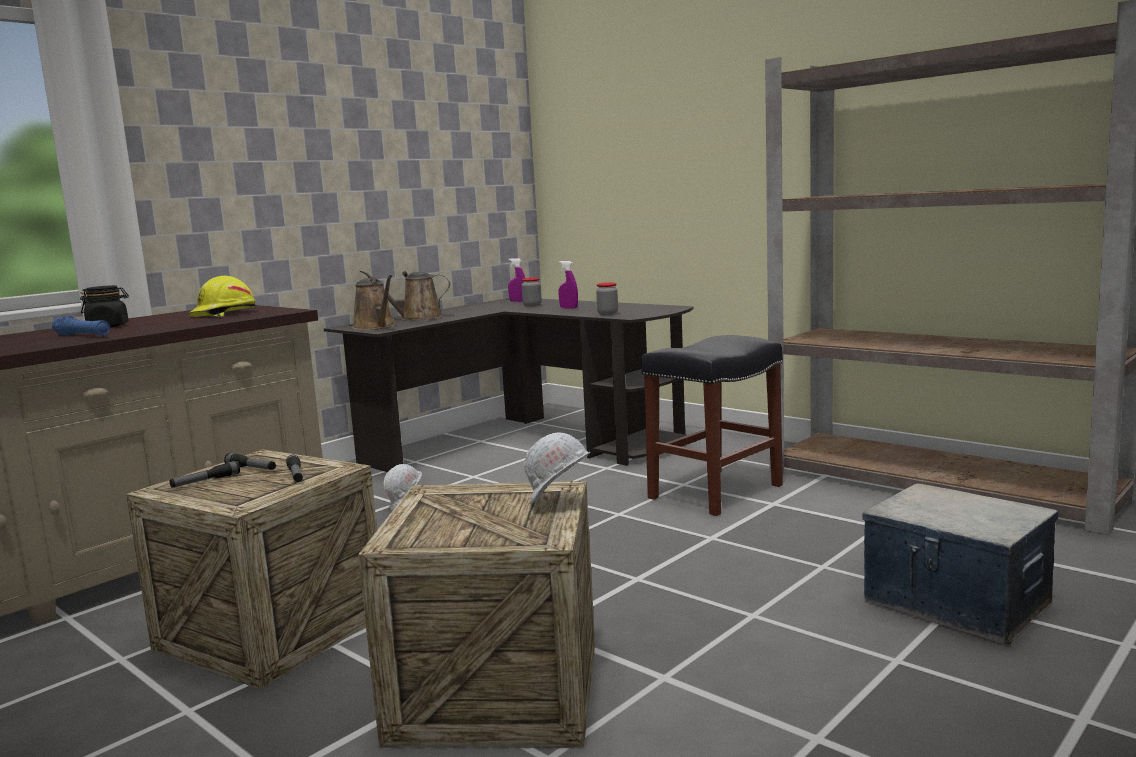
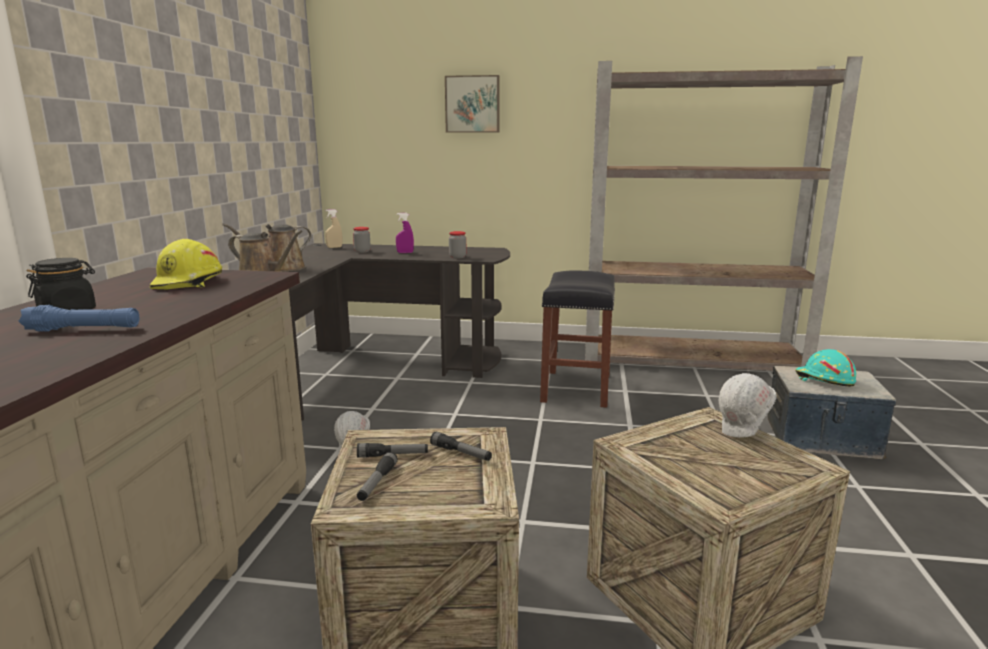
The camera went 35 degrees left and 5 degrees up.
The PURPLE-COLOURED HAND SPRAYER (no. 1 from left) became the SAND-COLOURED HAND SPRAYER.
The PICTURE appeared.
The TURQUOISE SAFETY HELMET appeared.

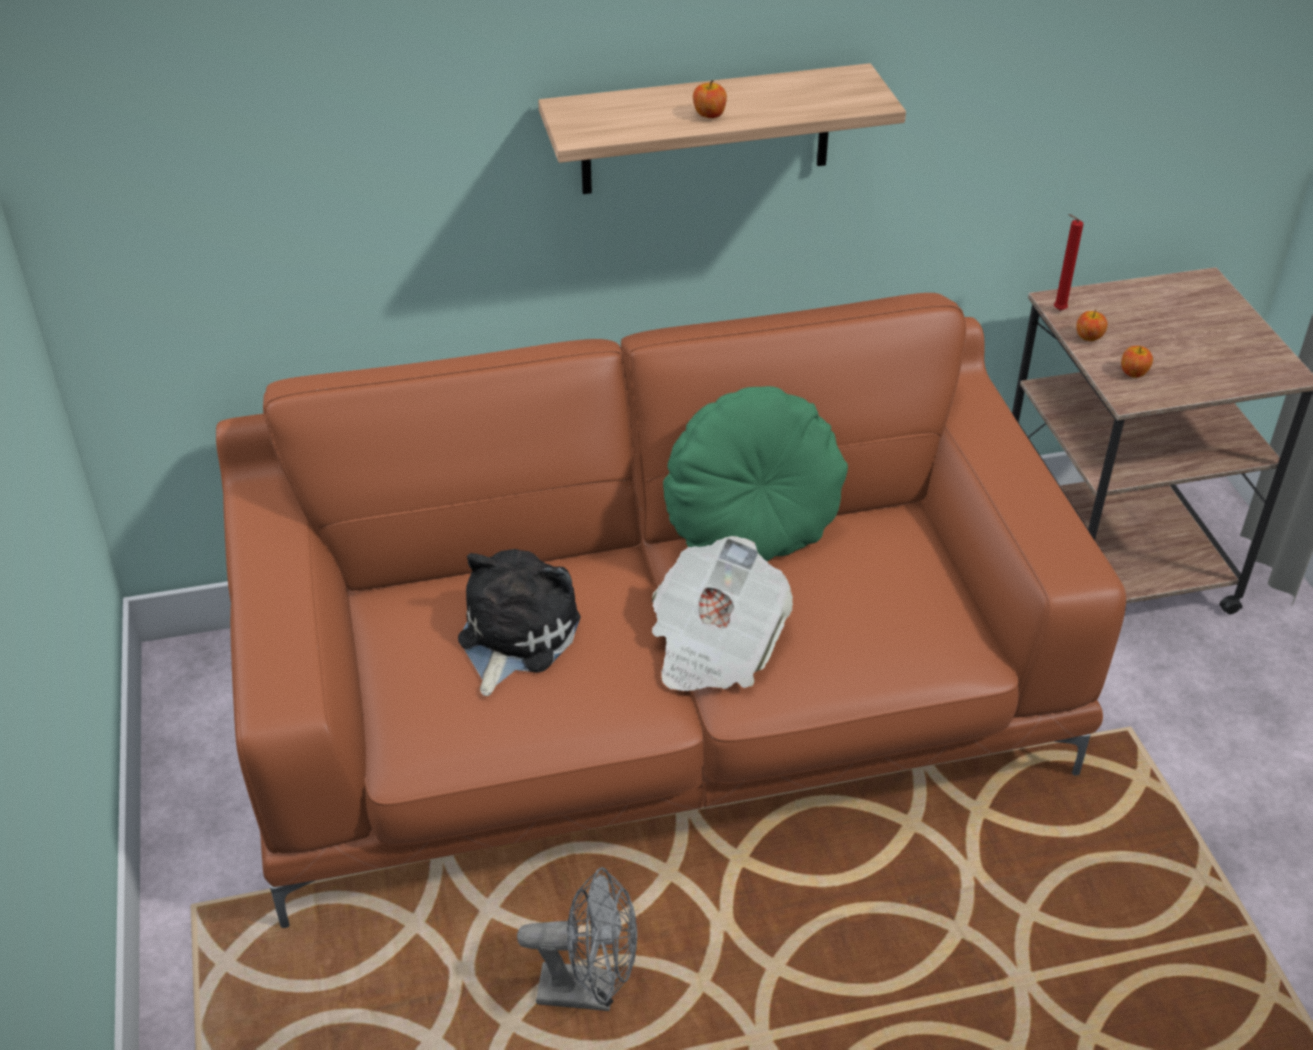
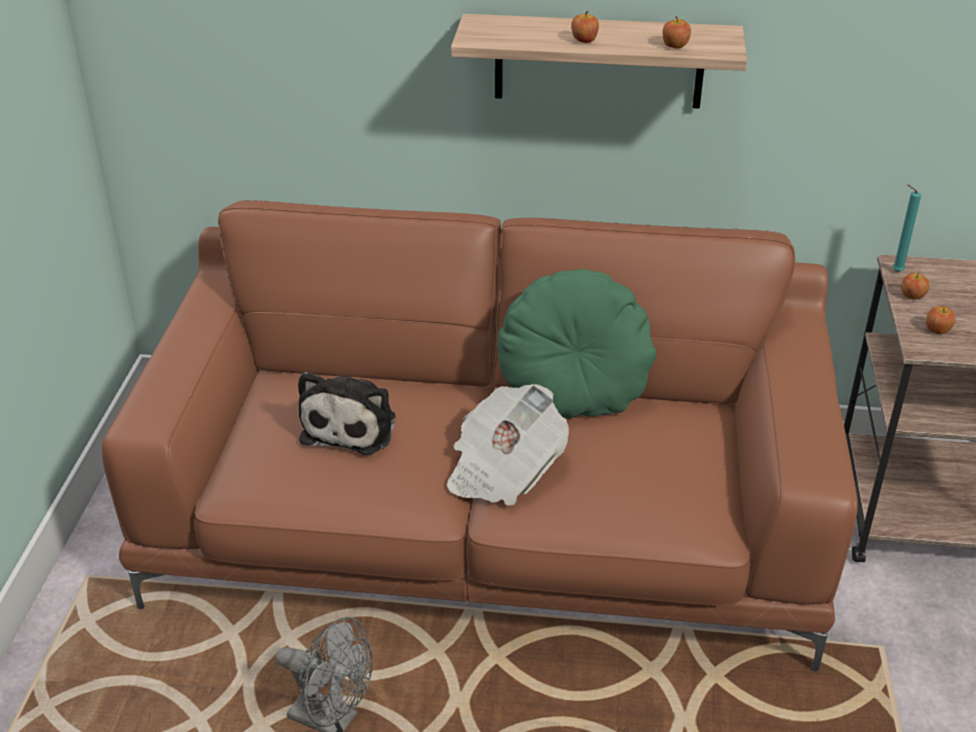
The camera went 20 degrees right and 5 degrees down.
The RED-COLOURED WAX CANDLE became the TURQUOISE WAX CANDLE.
The CUDDLY TOY turned 150 degrees clockwise.
The WHOLE APPLE (no. 2 from left) appeared.

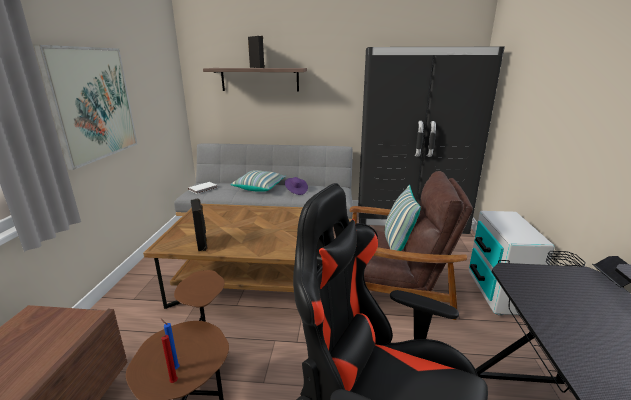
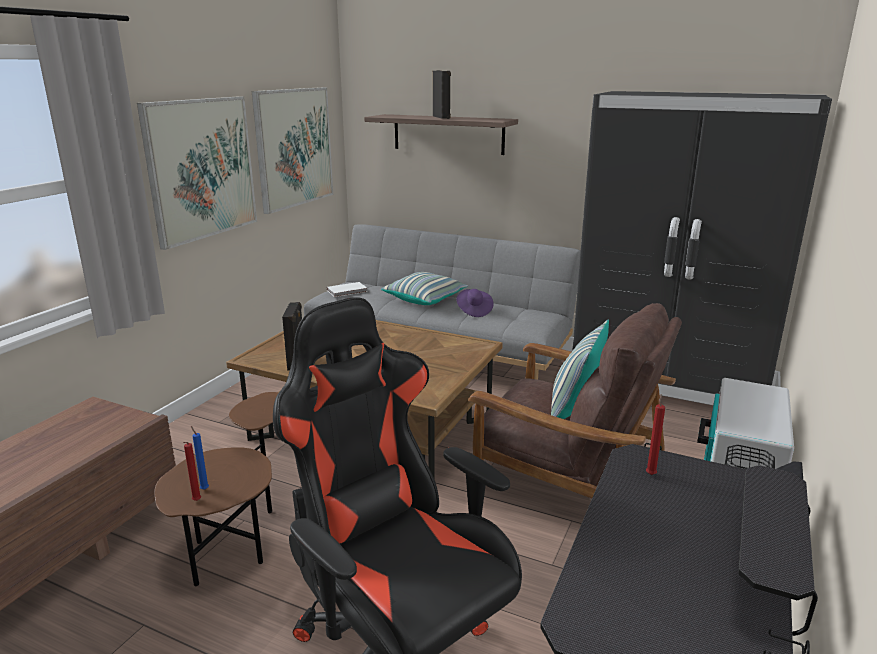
The camera went 20 degrees right and 0 degrees up.
The PICTURE (no. 2 from left) appeared.
The RED-COLOURED WAX CANDLE (no. 2 from left) appeared.

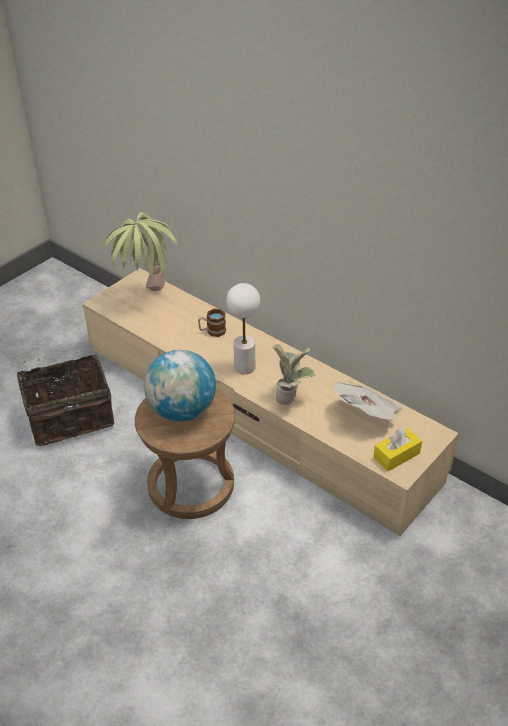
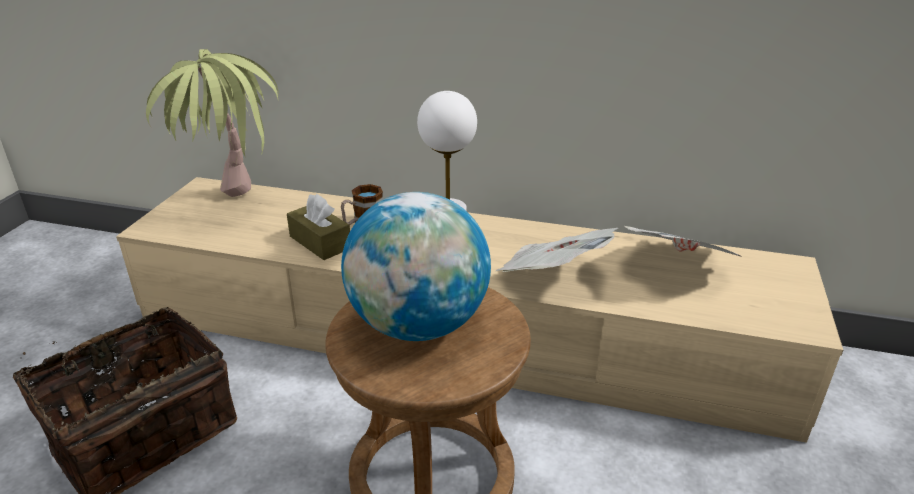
The camera went 25 degrees left and 10 degrees down.
The PLANT IN A POT (no. 2 from left) was replaced by the DAILY PAPER (no. 1 from left).
The YELLOW BOX OF TISSUES disappeared.
The BROWNISH BOX OF TISSUES appeared.

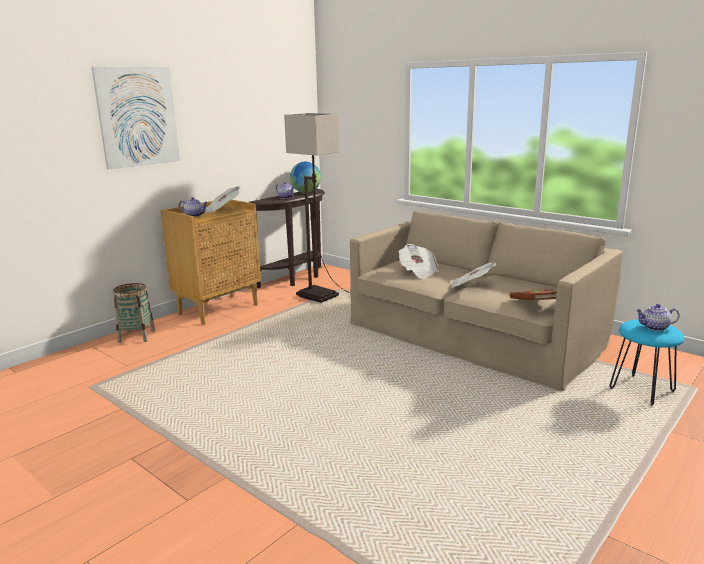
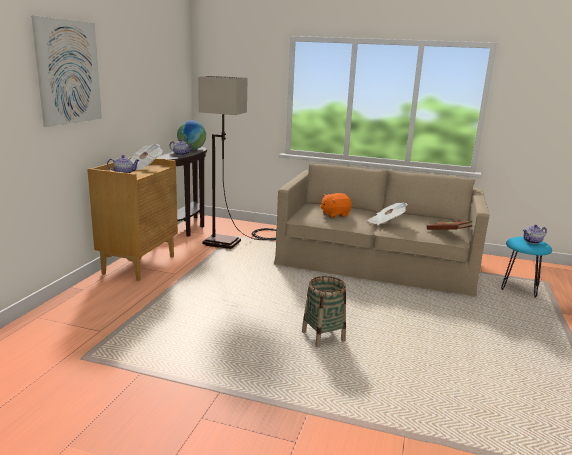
The camera went 25 degrees left and 0 degrees up.
The DAILY PAPER (no. 2 from left) was replaced by the ORANGE CUDDLY TOY.
The BASKET moved.

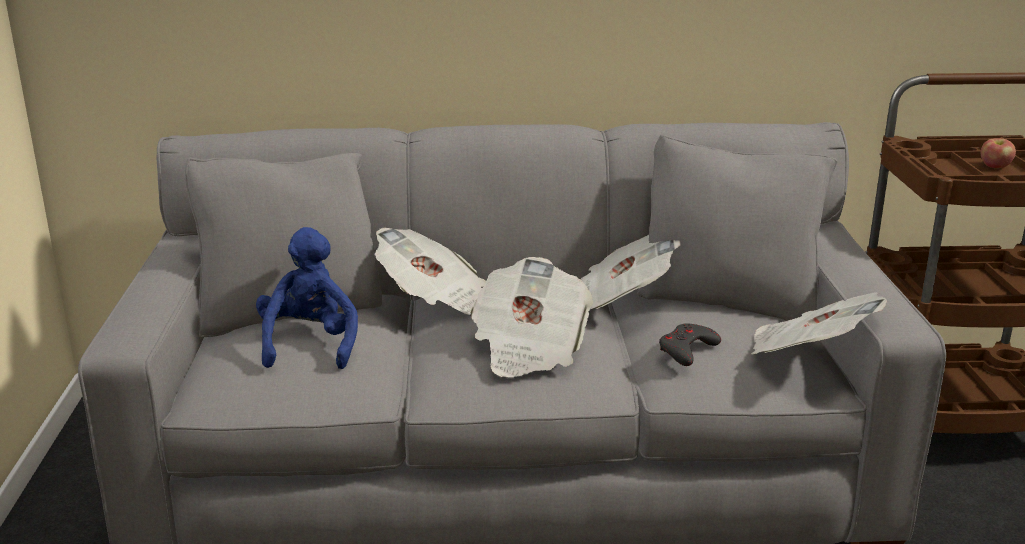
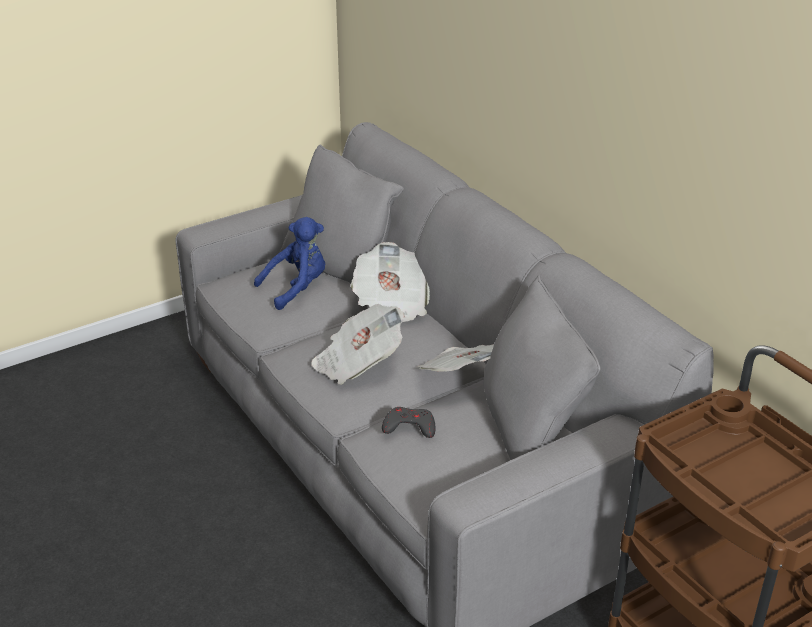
The camera went 60 degrees right and 10 degrees up.
The WHOLE APPLE disappeared.
The DAILY PAPER (no. 4 from left) disappeared.

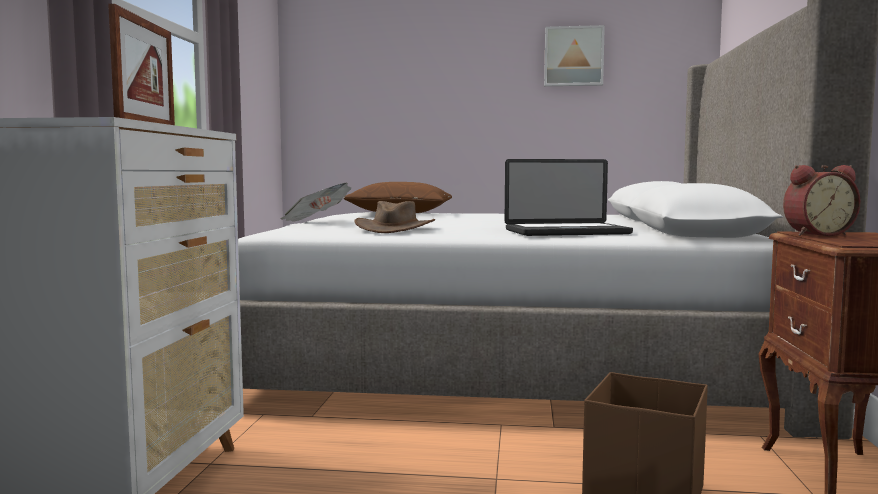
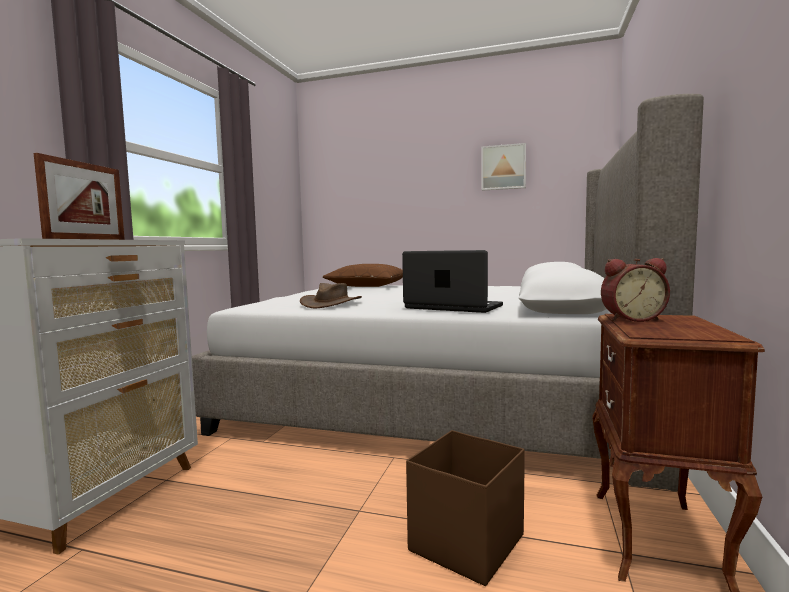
The camera went 10 degrees right and 0 degrees up.
The LAPTOP turned 150 degrees counterclockwise.
The DAILY PAPER disappeared.

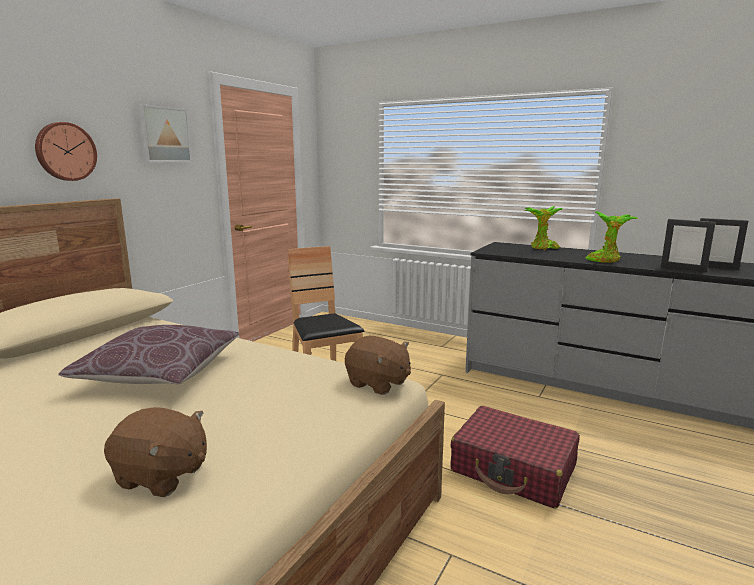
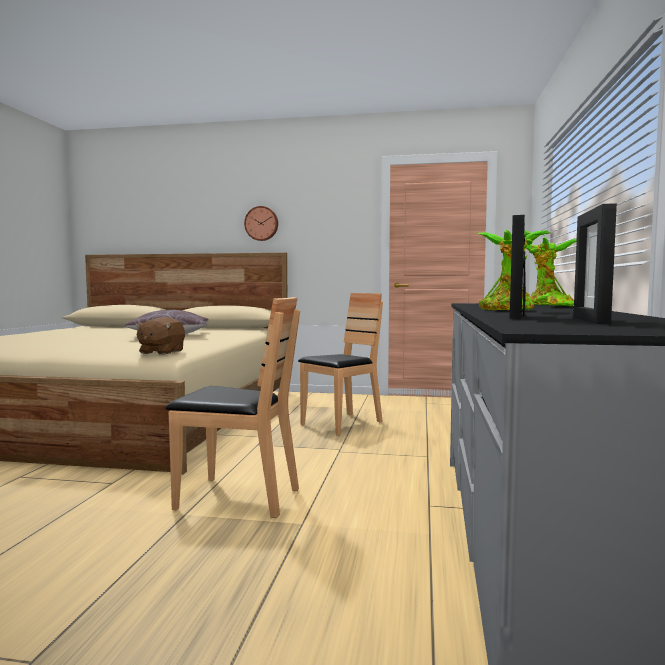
The camera went 70 degrees right and 10 degrees down.
The PICTURE disappeared.
The RED-COLOURED PIECE OF LUGGAGE was replaced by the BROWNISH PLAIN CHAIR (no. 1 from left).
The BROWNISH CUDDLY TOY (no. 1 from left) disappeared.

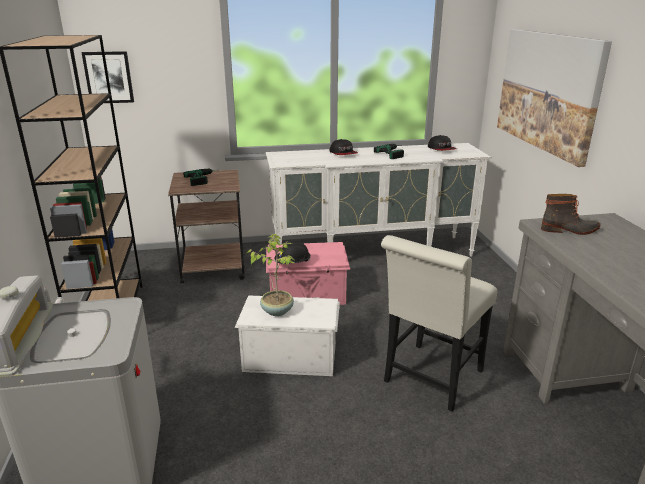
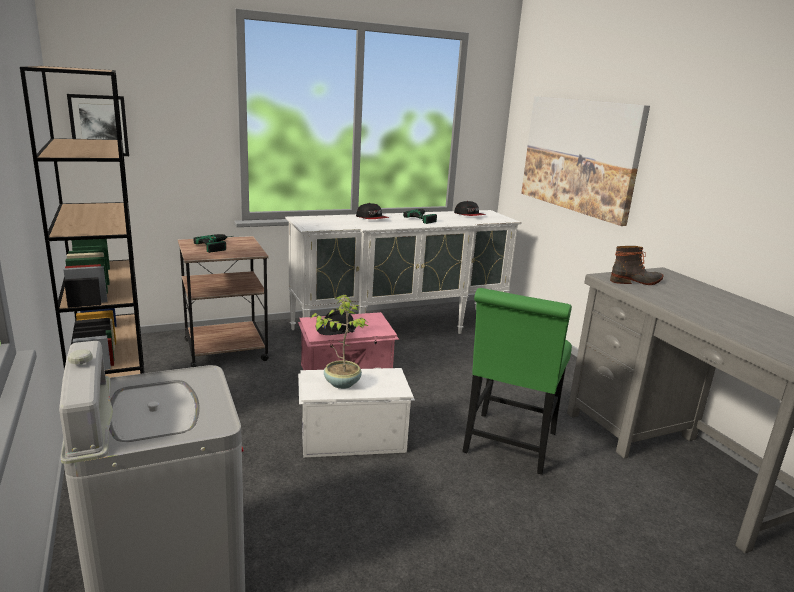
The camera went 15 degrees left and 5 degrees down.
The WHITE-COLOURED PLAIN CHAIR became the GREEN-COLOURED PLAIN CHAIR.

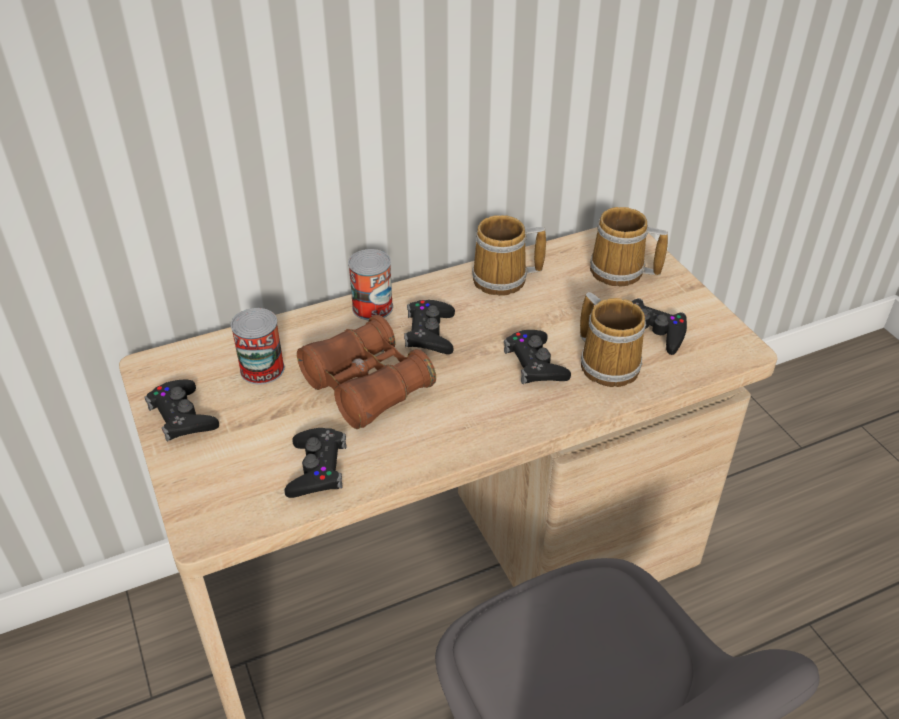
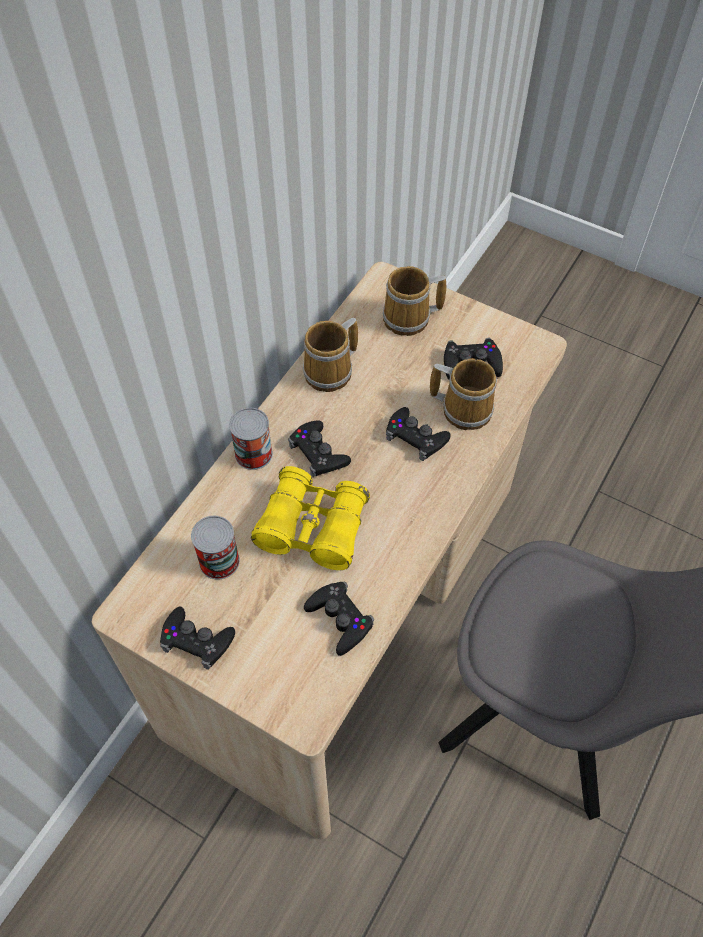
The camera went 35 degrees left and 15 degrees up.
The BROWNISH BINOCULARS became the YELLOW BINOCULARS.

